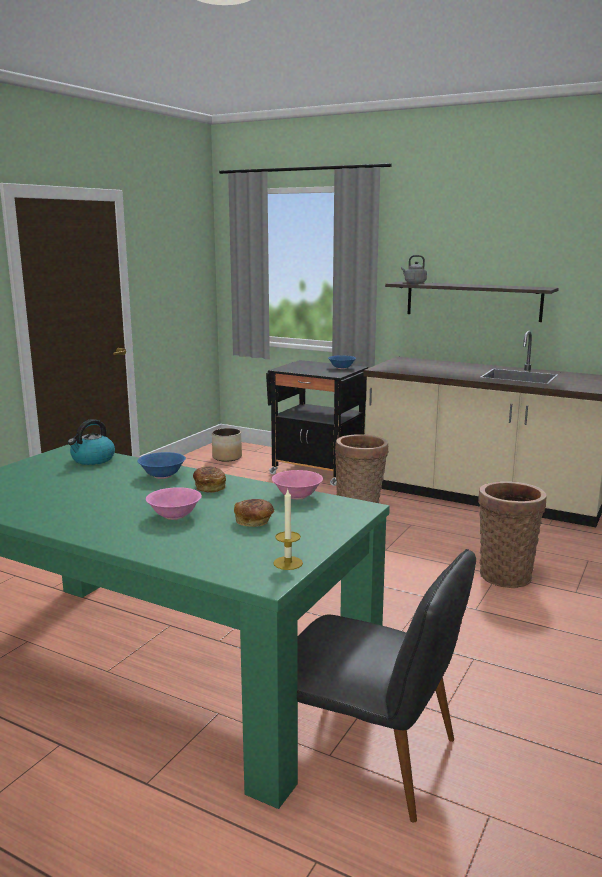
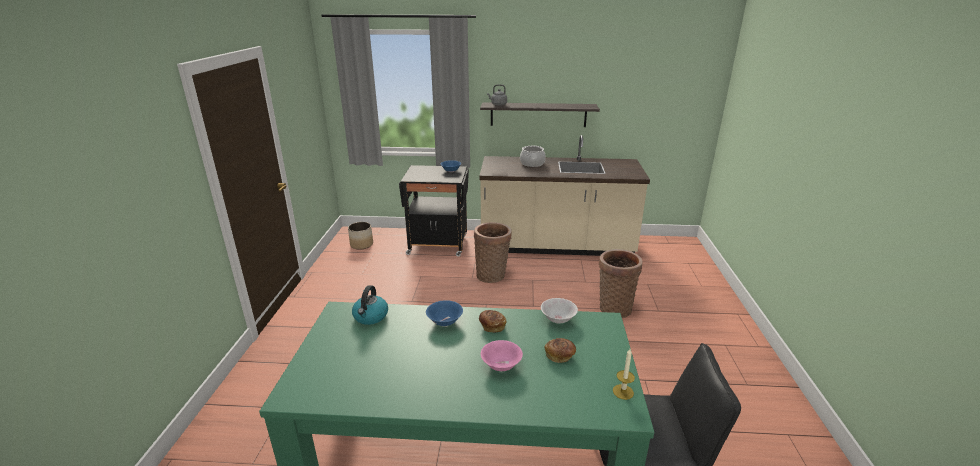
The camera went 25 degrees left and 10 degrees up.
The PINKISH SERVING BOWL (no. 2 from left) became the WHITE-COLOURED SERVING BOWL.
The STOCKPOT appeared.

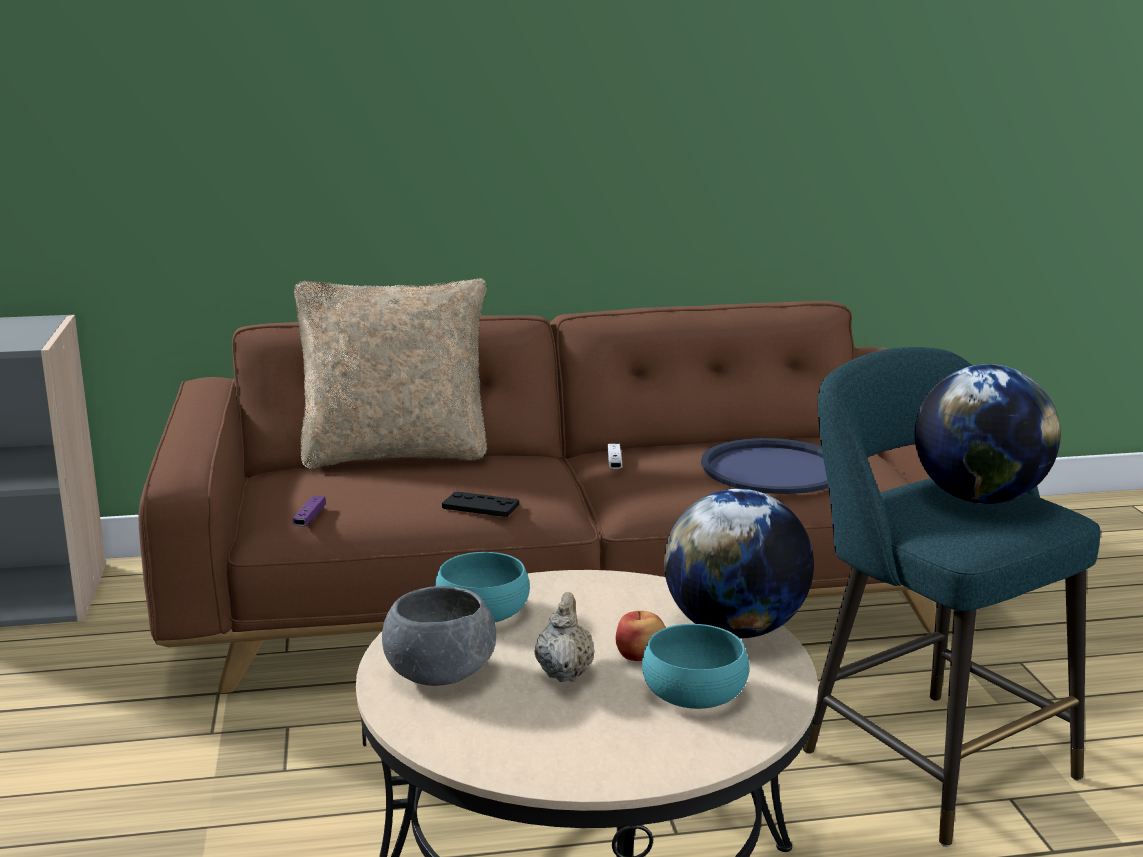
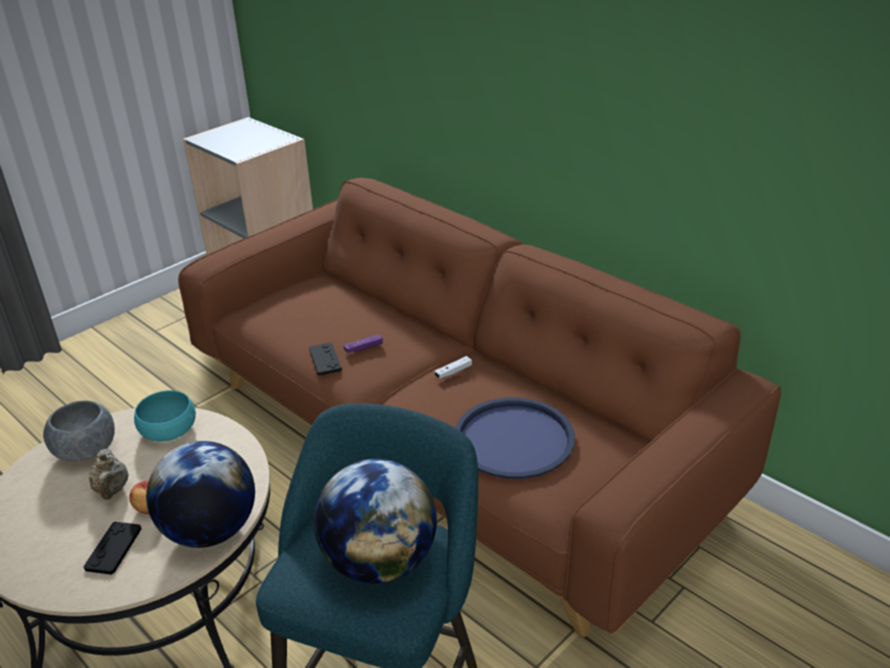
The camera went 55 degrees right and 15 degrees up.
The SAND-COLOURED THROW PILLOW disappeared.
The PURPLE-COLOURED GAME CONTROLLER moved.
The SAND-COLOURED POT FOR TEA turned 105 degrees clockwise.
The TURQUOISE SERVING BOWL (no. 2 from left) was replaced by the BLACK GAME CONTROLLER (no. 1 from left).

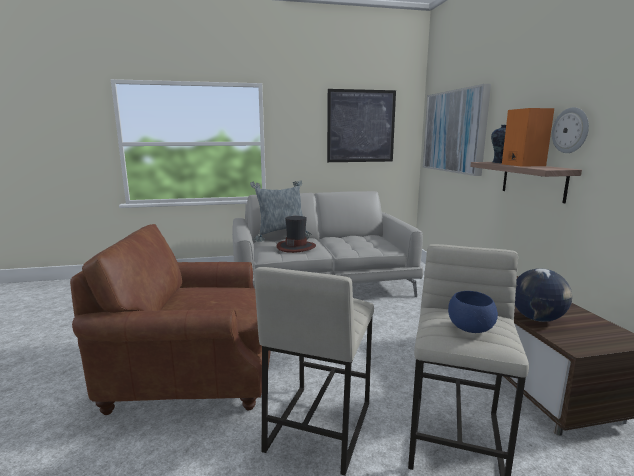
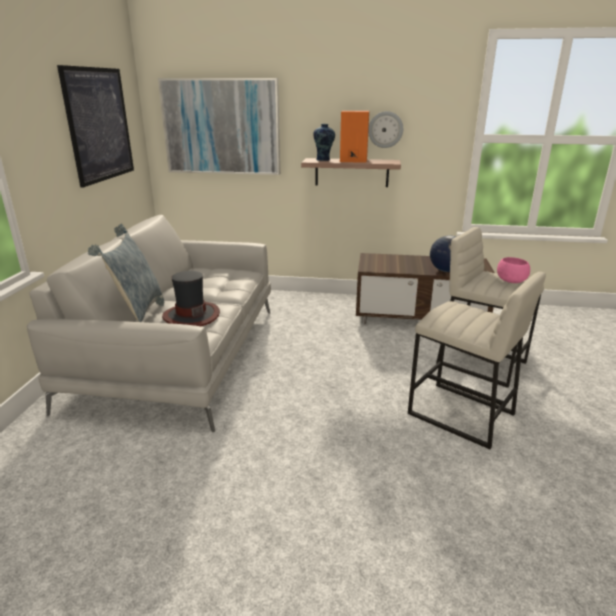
The camera went 70 degrees left and 10 degrees up.
The BROWNISH ARMCHAIR disappeared.
The BLUISH SERVING BOWL became the PINKISH SERVING BOWL.

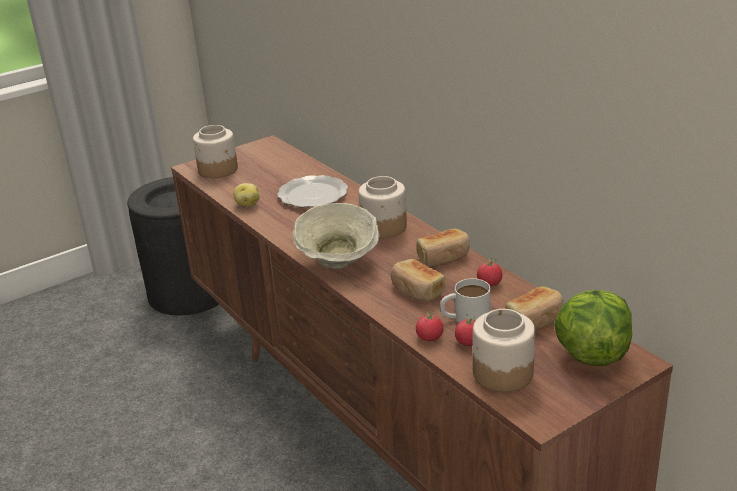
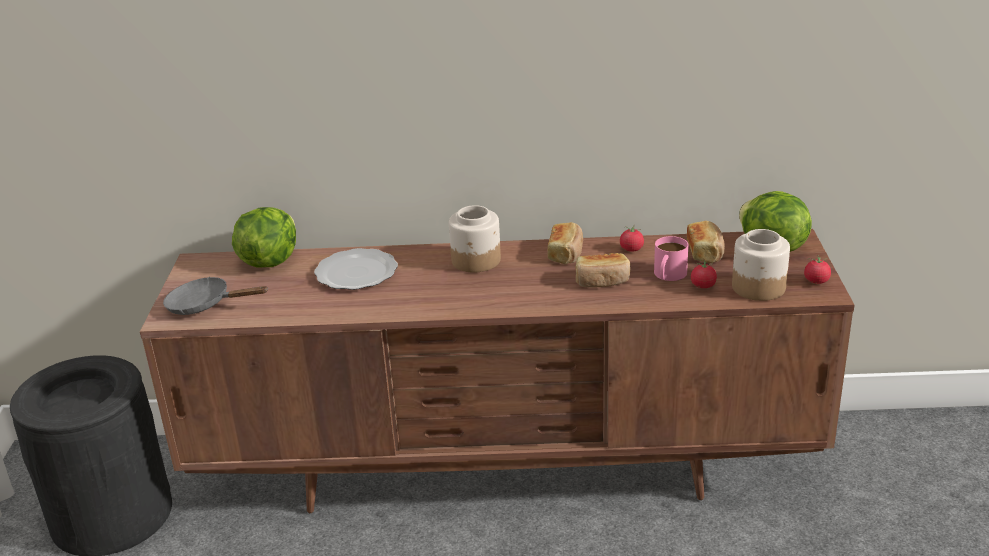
The camera went 55 degrees left and 0 degrees up.
The STORAGE JAR (no. 1 from left) was replaced by the GREYISH FRYING PAN.
The SPUD disappeared.
The SAND-COLOURED SERVING BOWL disappeared.
The WHITE-COLOURED COFFEE MUG became the PINKISH COFFEE MUG.
The FRESH TOMATO (no. 1 from left in the first image) moved.
The LETTUCE (no. 1 from left) appeared.

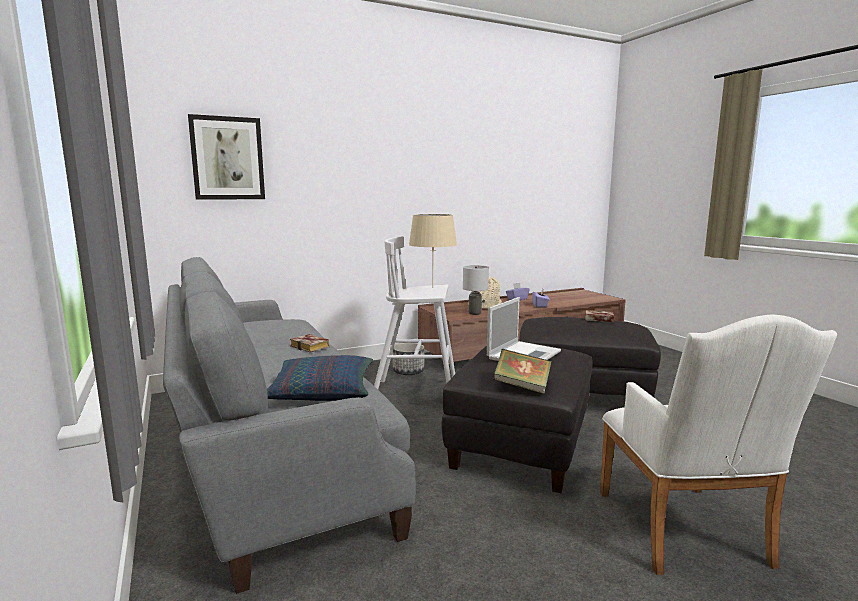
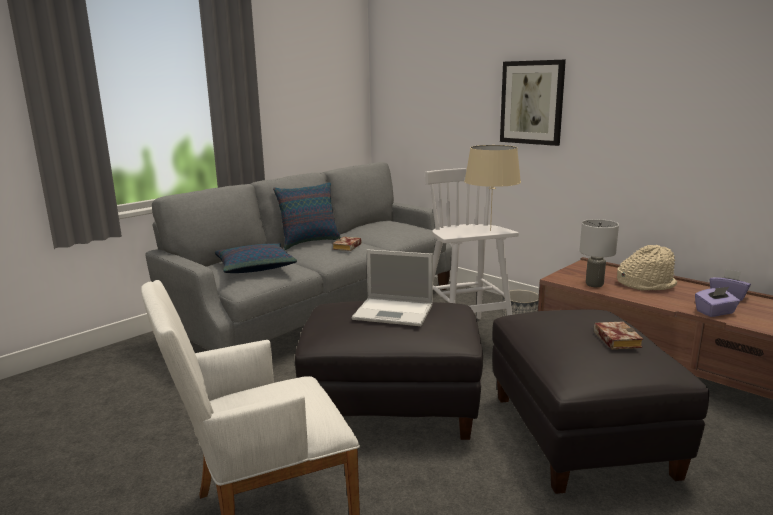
The camera went 70 degrees right and 5 degrees up.
The PICTURE moved.
The VOLUME (no. 2 from left) disappeared.
The BLUISH THROW PILLOW (no. 2 from left) appeared.

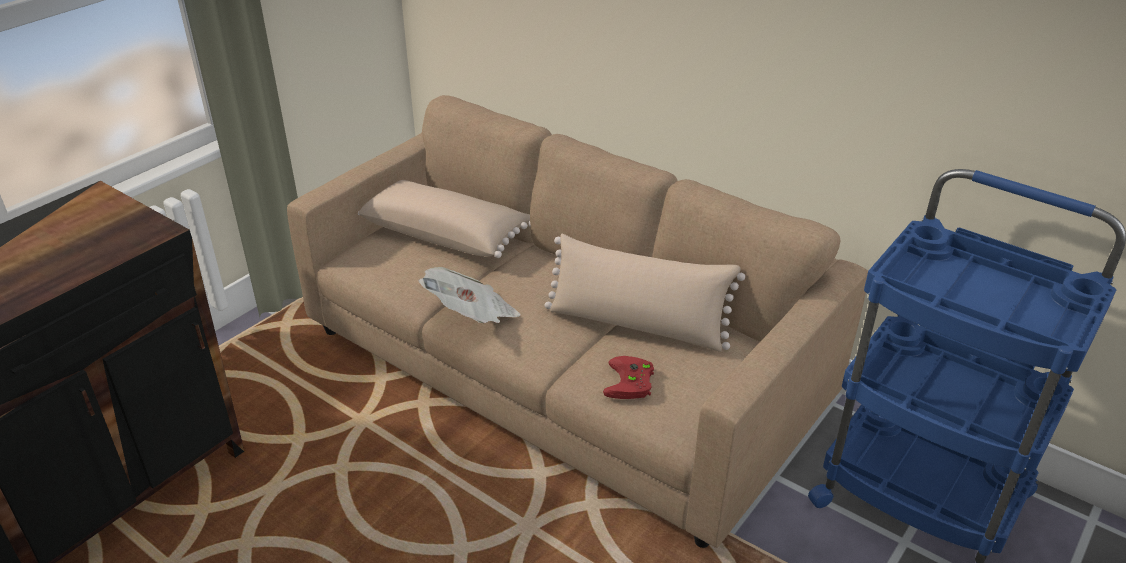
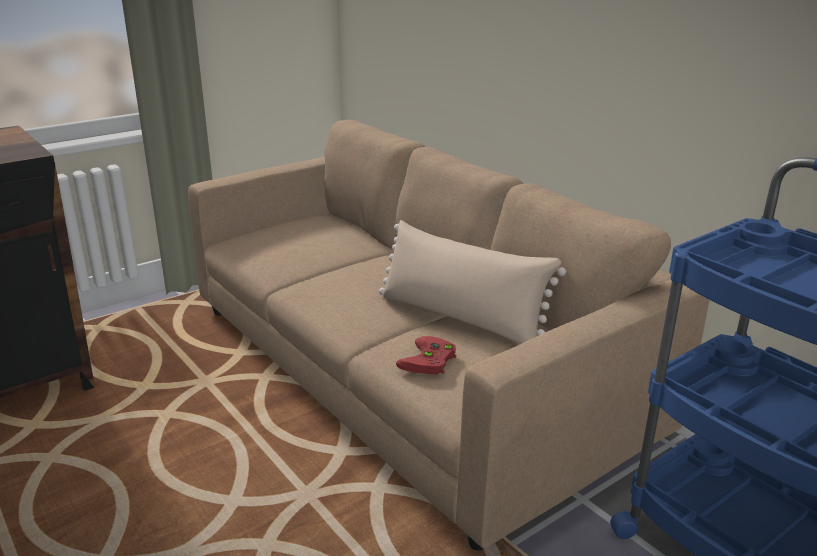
The camera went 15 degrees right and 10 degrees down.
The SAND-COLOURED THROW PILLOW (no. 1 from left) disappeared.
The DAILY PAPER disappeared.

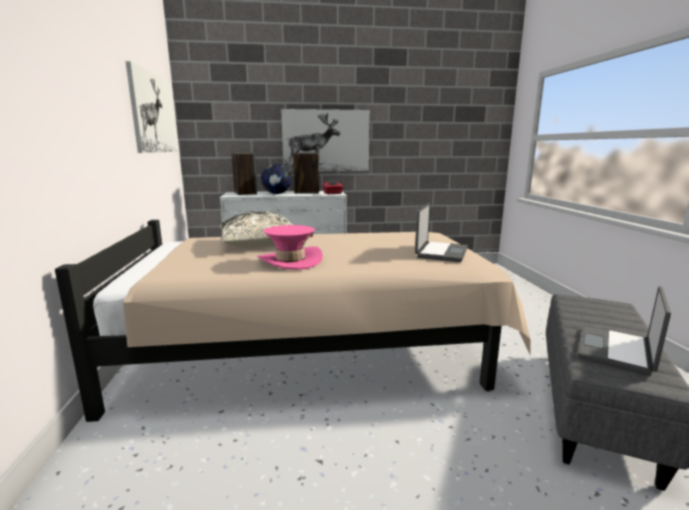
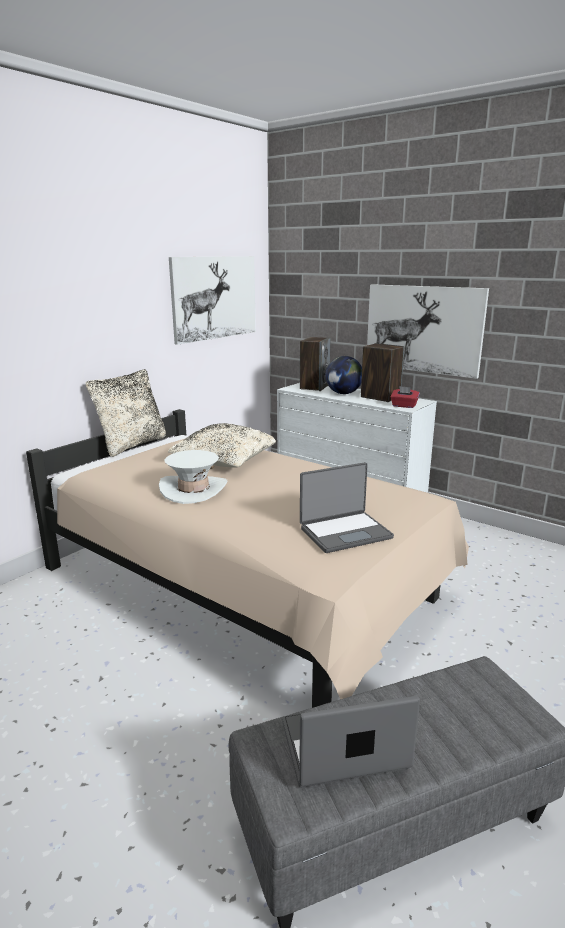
The camera went 45 degrees right and 5 degrees up.
The PINKISH WEARABLE HAT became the WHITE-COLOURED WEARABLE HAT.
The SAND-COLOURED THROW PILLOW (no. 1 from left) appeared.

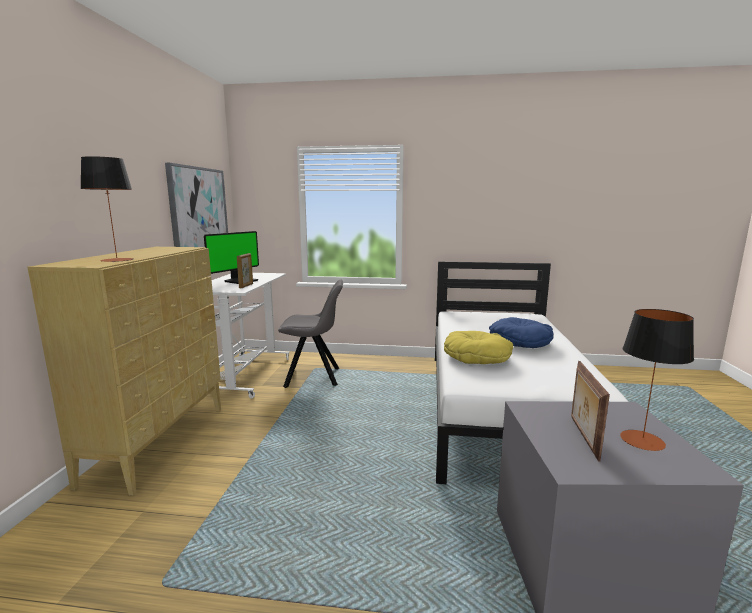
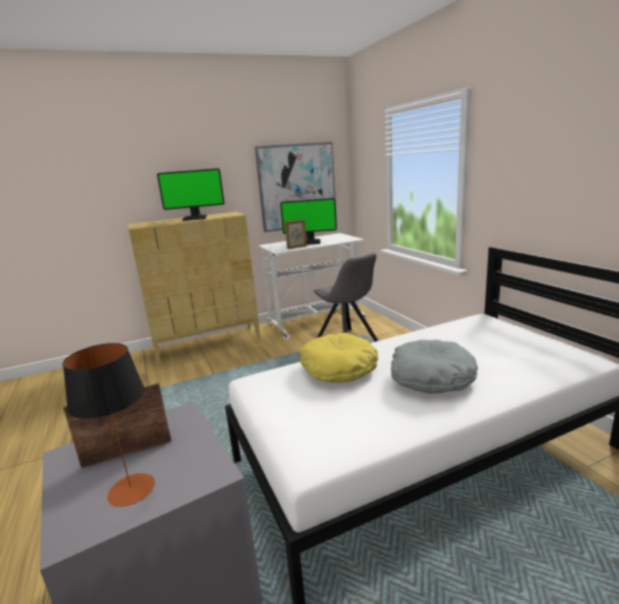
The camera went 60 degrees right and 5 degrees up.
The TABLETOP LAMP (no. 1 from left) disappeared.
The BLUISH THROW PILLOW became the GREYISH THROW PILLOW.
The COMPUTER DISPLAY (no. 1 from left) appeared.

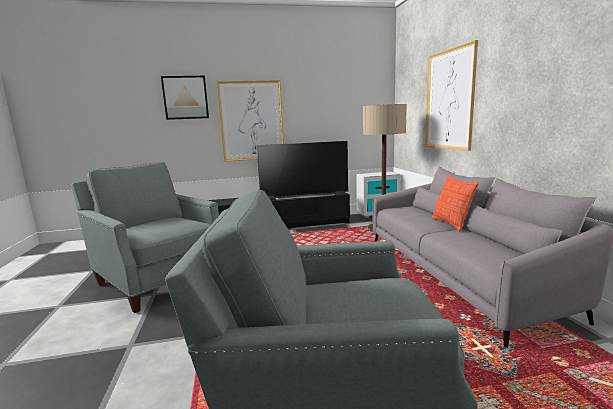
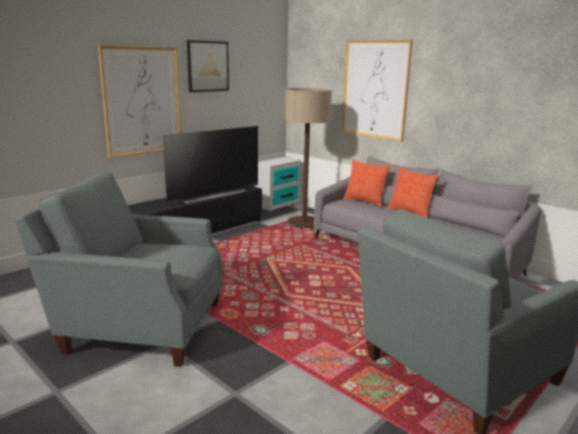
The camera went 35 degrees left and 5 degrees up.
The PICTURE (no. 1 from left in the first image) moved.
The ORANGE THROW PILLOW (no. 1 from left) appeared.

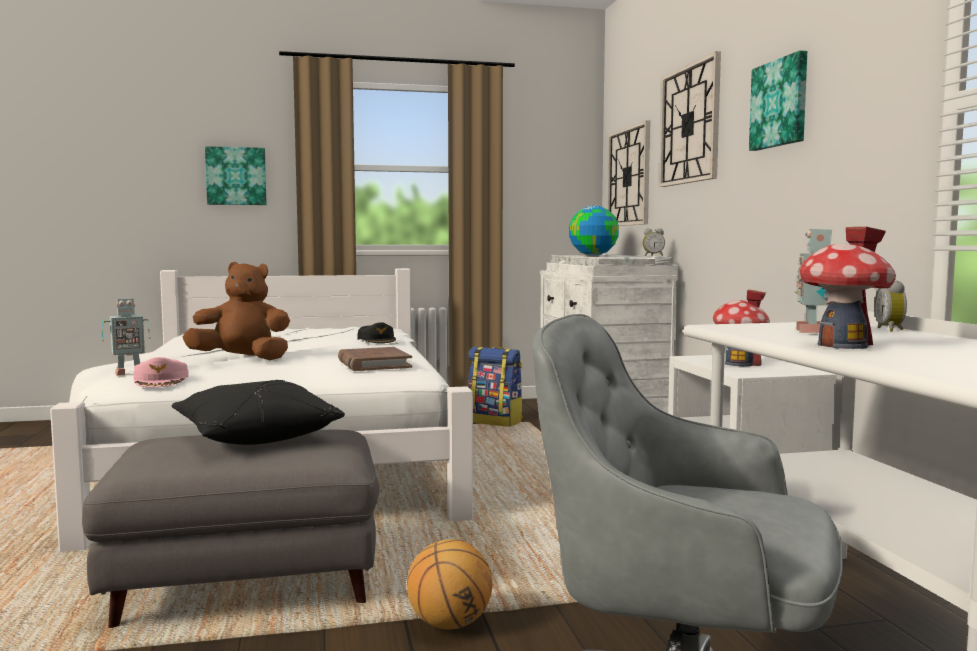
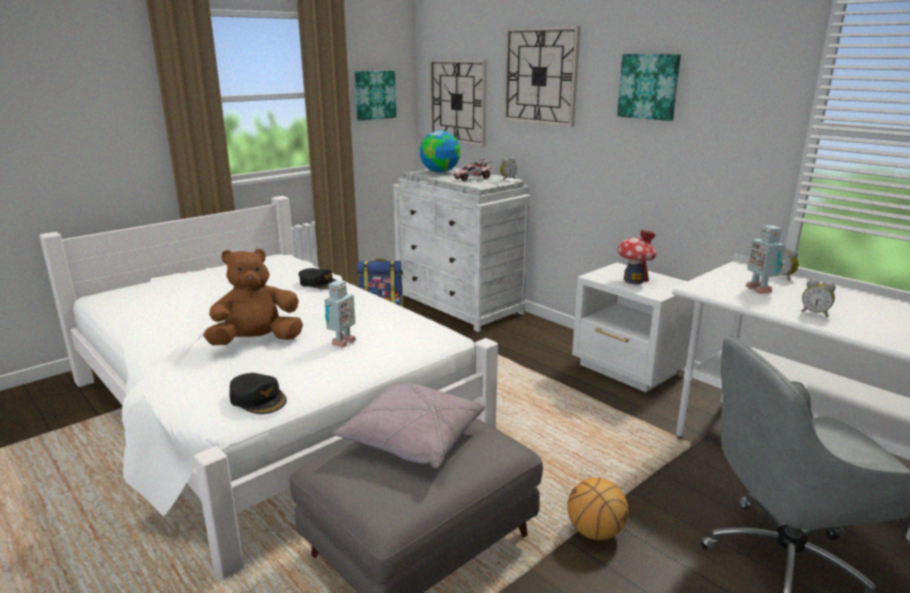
The camera went 30 degrees left and 15 degrees up.
The PICTURE (no. 1 from left) moved.
The MODEL HOUSE (no. 2 from left) was replaced by the BEDSIDE CLOCK (no. 3 from left).
The TOY ROBOT (no. 1 from left) moved.
The BROWNISH VOLUME disappeared.
The PINKISH PEAKED CAP became the BLACK PEAKED CAP (no. 1 from left).
The BLACK THROW PILLOW became the PURPLE-COLOURED THROW PILLOW.
The MINIATURE CAR appeared.

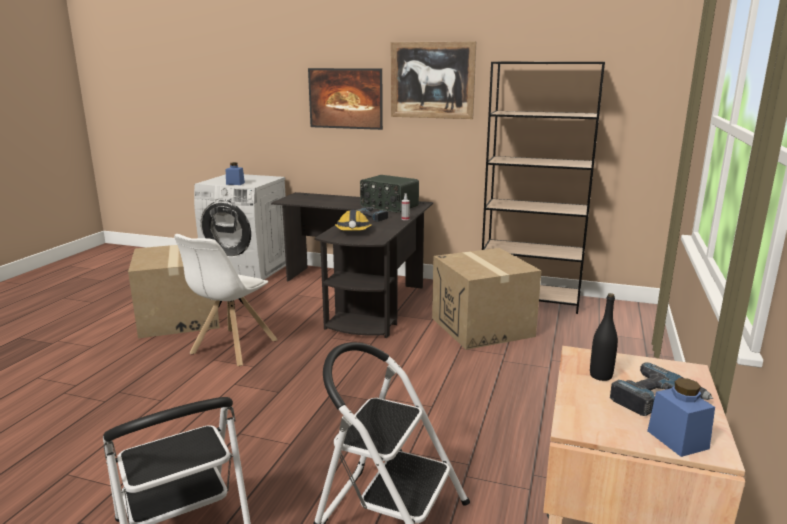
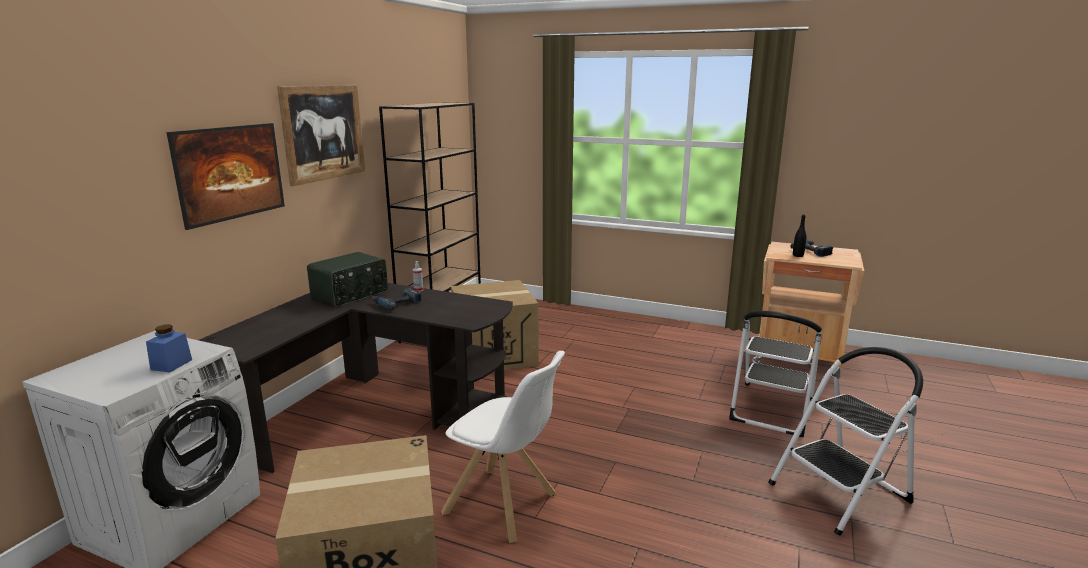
The camera went 85 degrees left and 0 degrees up.
The SAFETY HELMET disappeared.
The BLUISH STORAGE JAR (no. 2 from left) disappeared.

